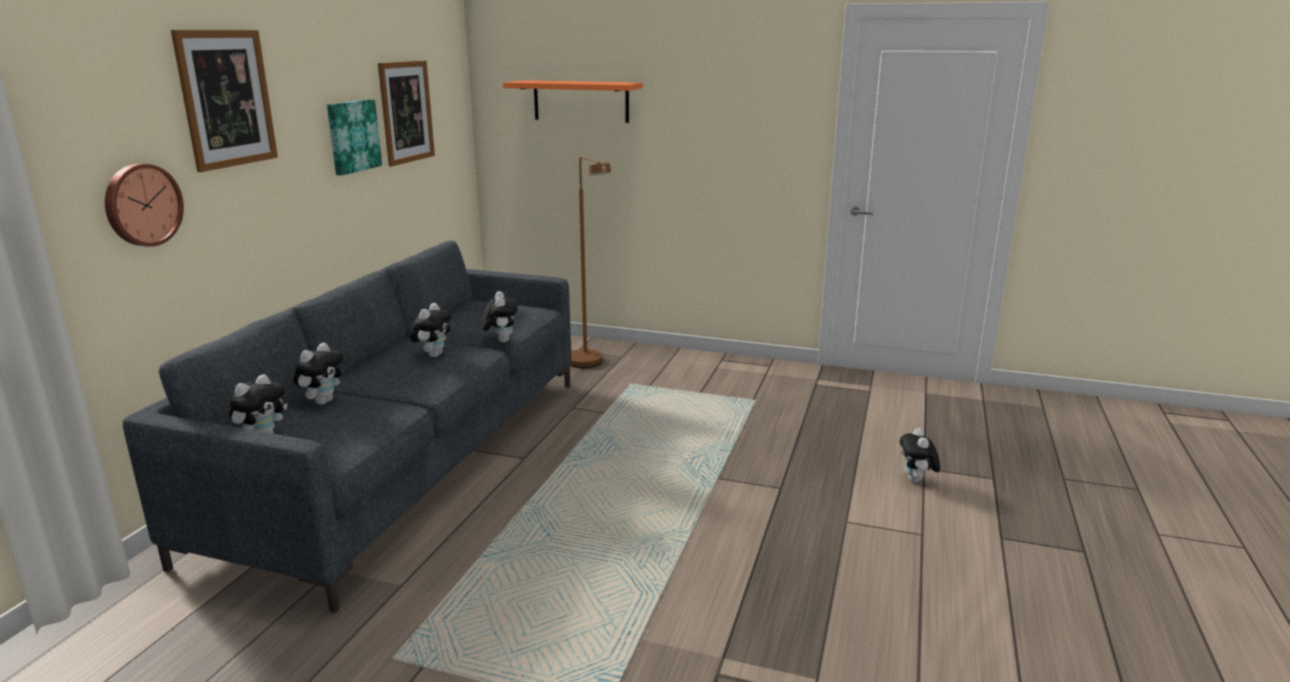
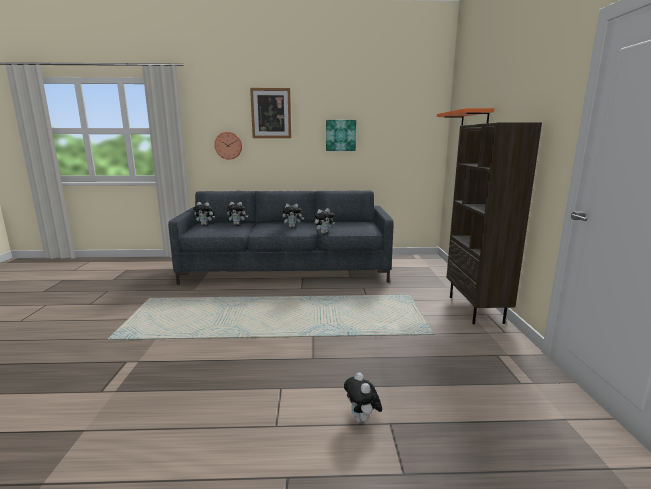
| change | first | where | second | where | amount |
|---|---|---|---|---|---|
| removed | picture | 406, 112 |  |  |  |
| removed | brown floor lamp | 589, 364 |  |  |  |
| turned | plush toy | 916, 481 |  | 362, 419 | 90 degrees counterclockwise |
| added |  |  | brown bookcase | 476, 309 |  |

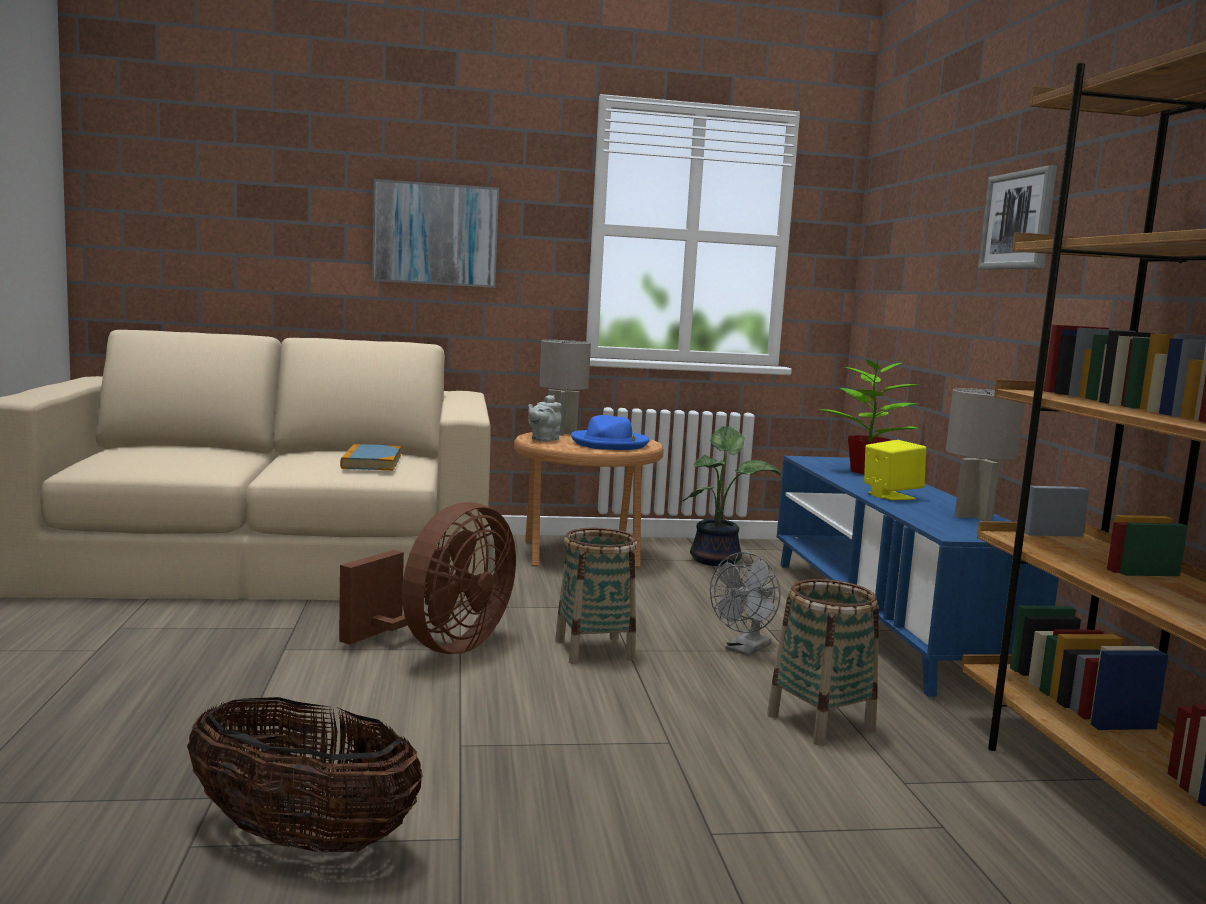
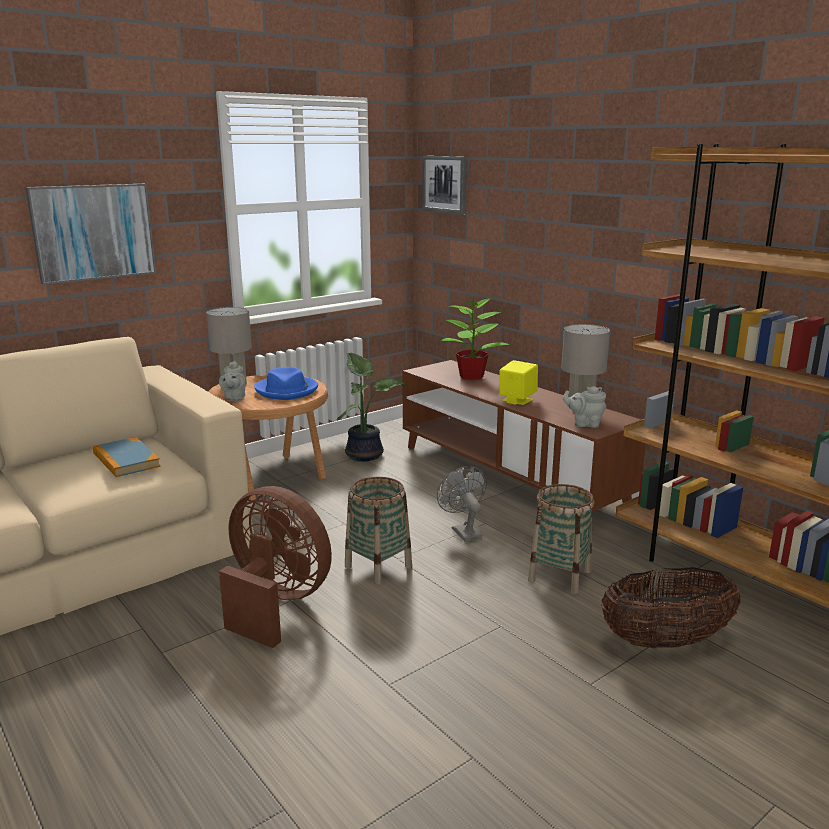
| change | first | where | second | where | amount |
|---|---|---|---|---|---|
| moved | picture | 1018, 221 |  | 445, 184 |  |
| recoloured | blue tv stand | 883, 618 | brown tv stand | 509, 476 |  |
| turned | brown fan | 440, 647 |  | 275, 604 | 60 degrees counterclockwise |
| turned | grey fan | 745, 650 |  | 463, 531 | 150 degrees clockwise |
| moved | basket | 302, 838 |  | 665, 641 |  |
| added |  |  | grey teapot | 585, 424 |  |

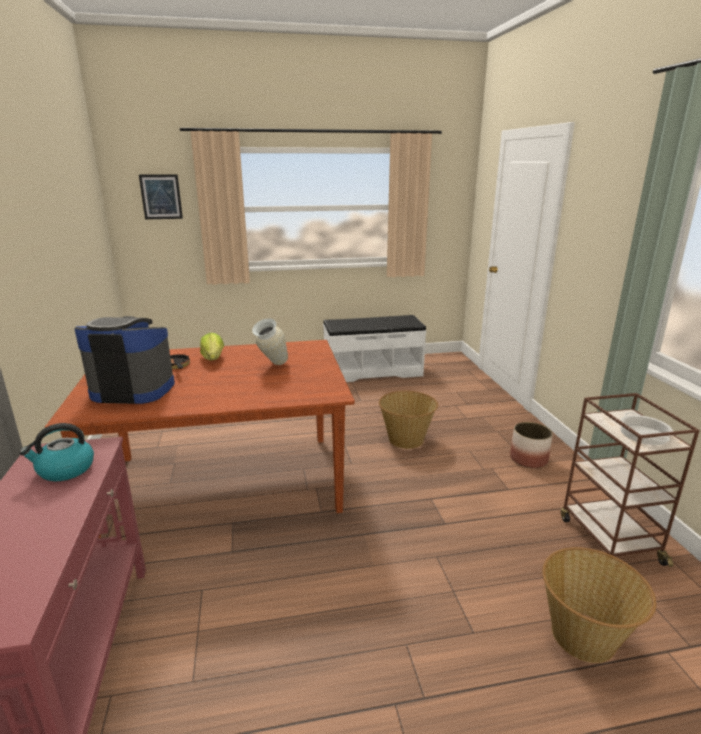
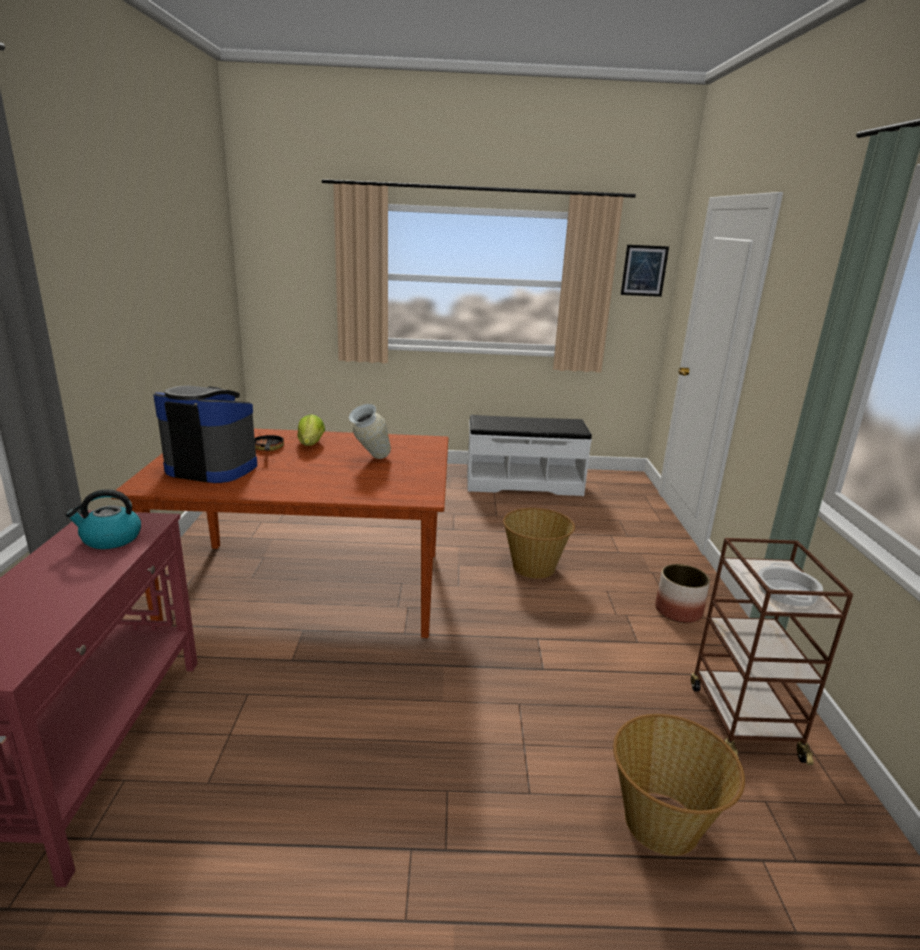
| change | first | where | second | where | amount |
|---|---|---|---|---|---|
| moved | picture | 161, 197 |  | 644, 270 |  |

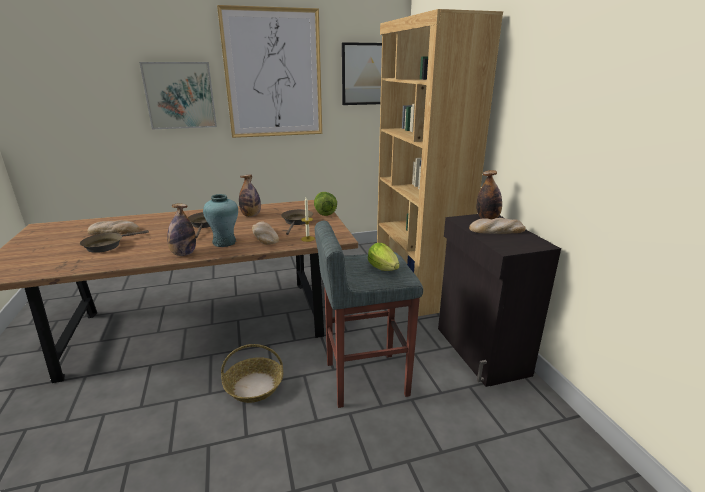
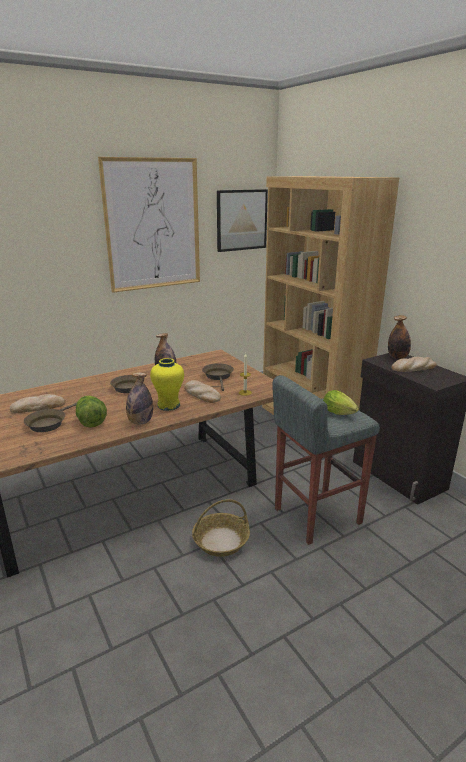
| change | first | where | second | where | amount |
|---|---|---|---|---|---|
| removed | picture | 180, 95 |  |  |  |
| moved | lettuce | 324, 212 |  | 90, 421 |  |
| recoloured | turquoise vase | 224, 242 | yellow vase | 168, 405 |  |

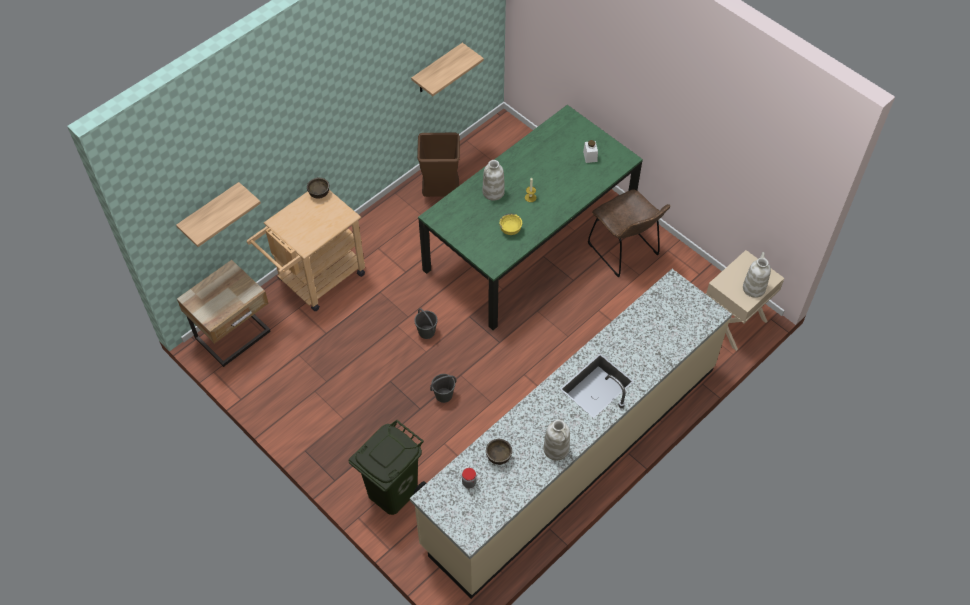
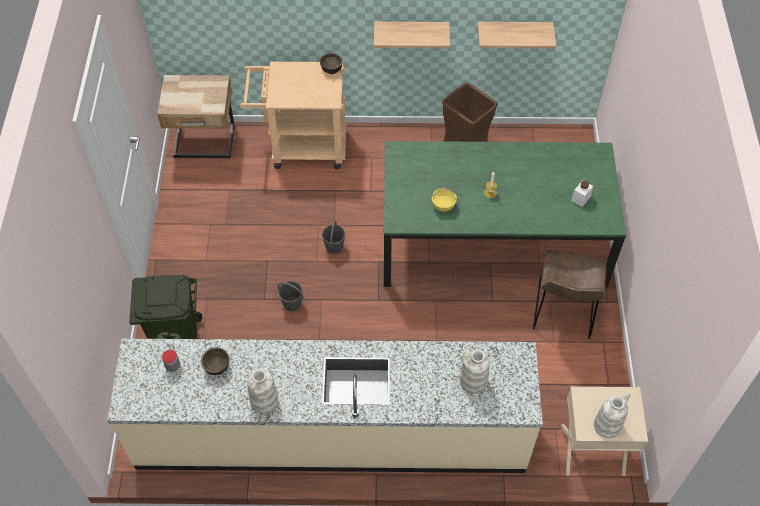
| change | first | where | second | where | amount |
|---|---|---|---|---|---|
| moved | white vase | 493, 192 |  | 473, 381 |  |
| moved | shelf | 210, 212 |  | 411, 32 |  |

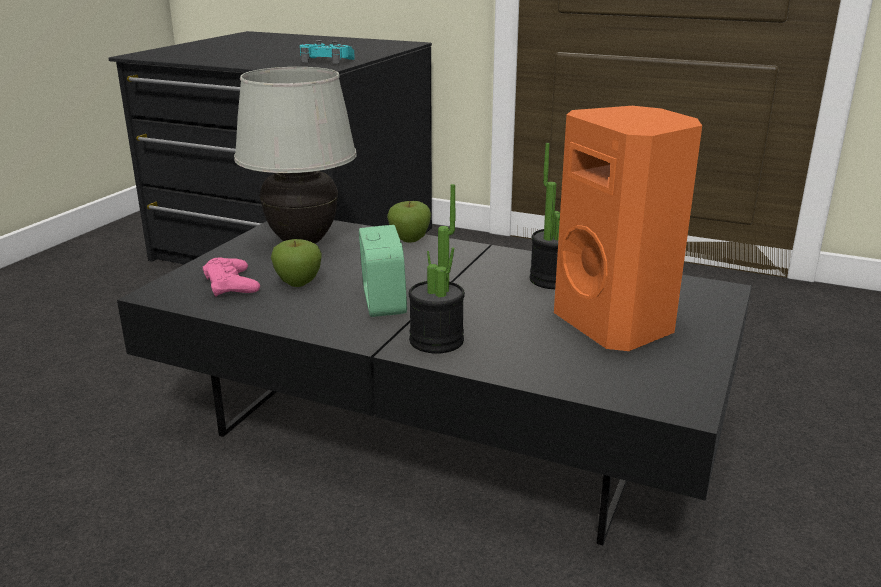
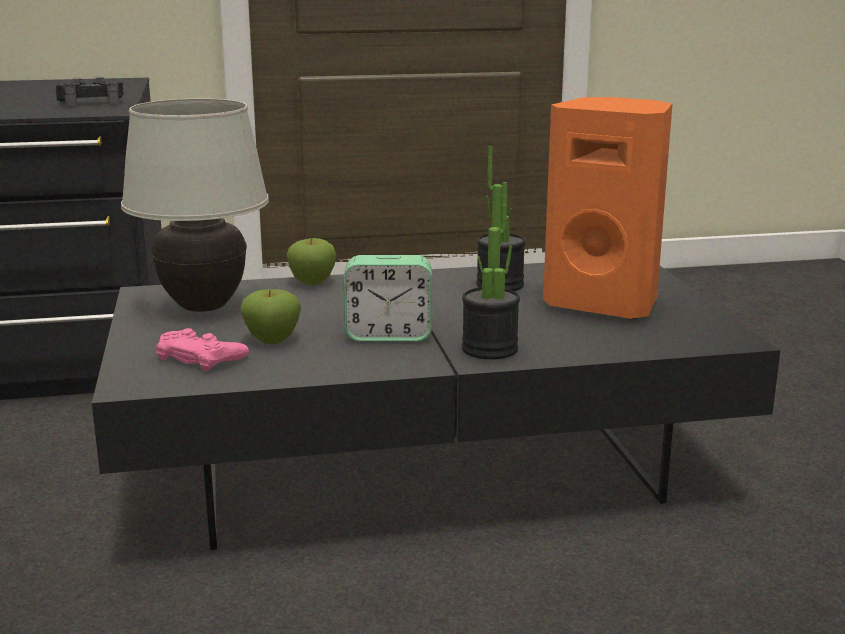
| change | first | where | second | where | amount |
|---|---|---|---|---|---|
| recoloured | turquoise game controller | 326, 61 | black game controller | 91, 103 |  |
| turned | alarm clock | 383, 303 |  | 389, 335 | 135 degrees clockwise |

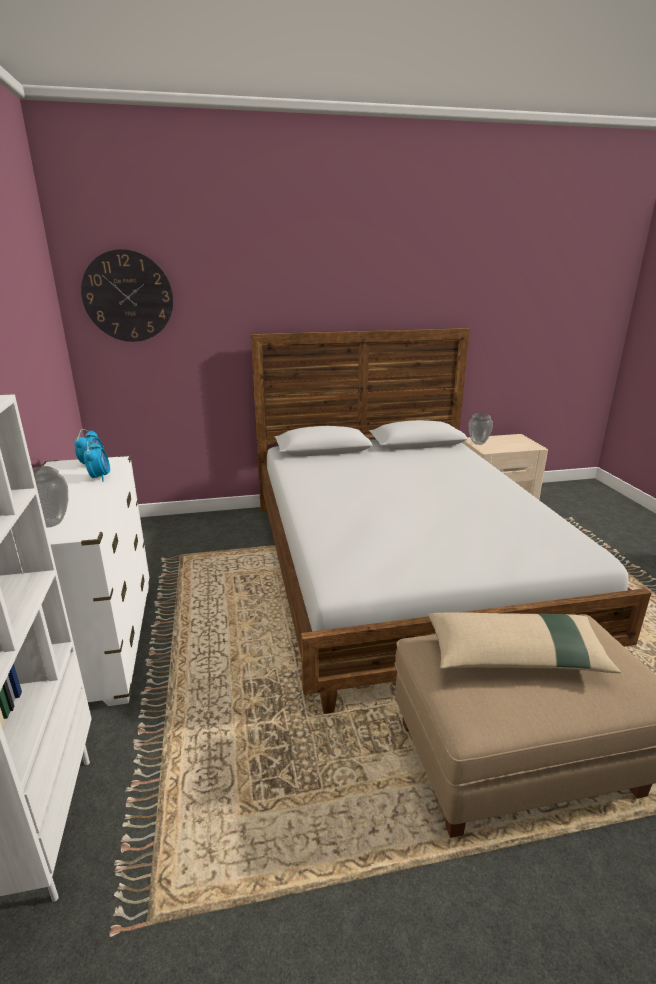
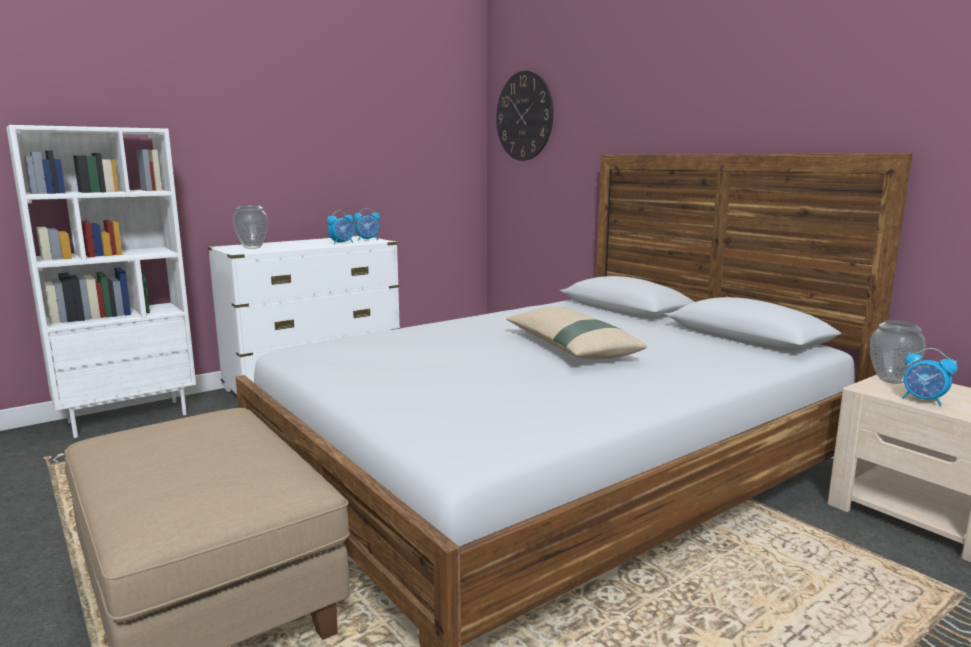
| change | first | where | second | where | amount |
|---|---|---|---|---|---|
| moved | beige pillow | 516, 656 |  | 570, 347 |  |
| added |  |  | alarm clock | 923, 400 |  |

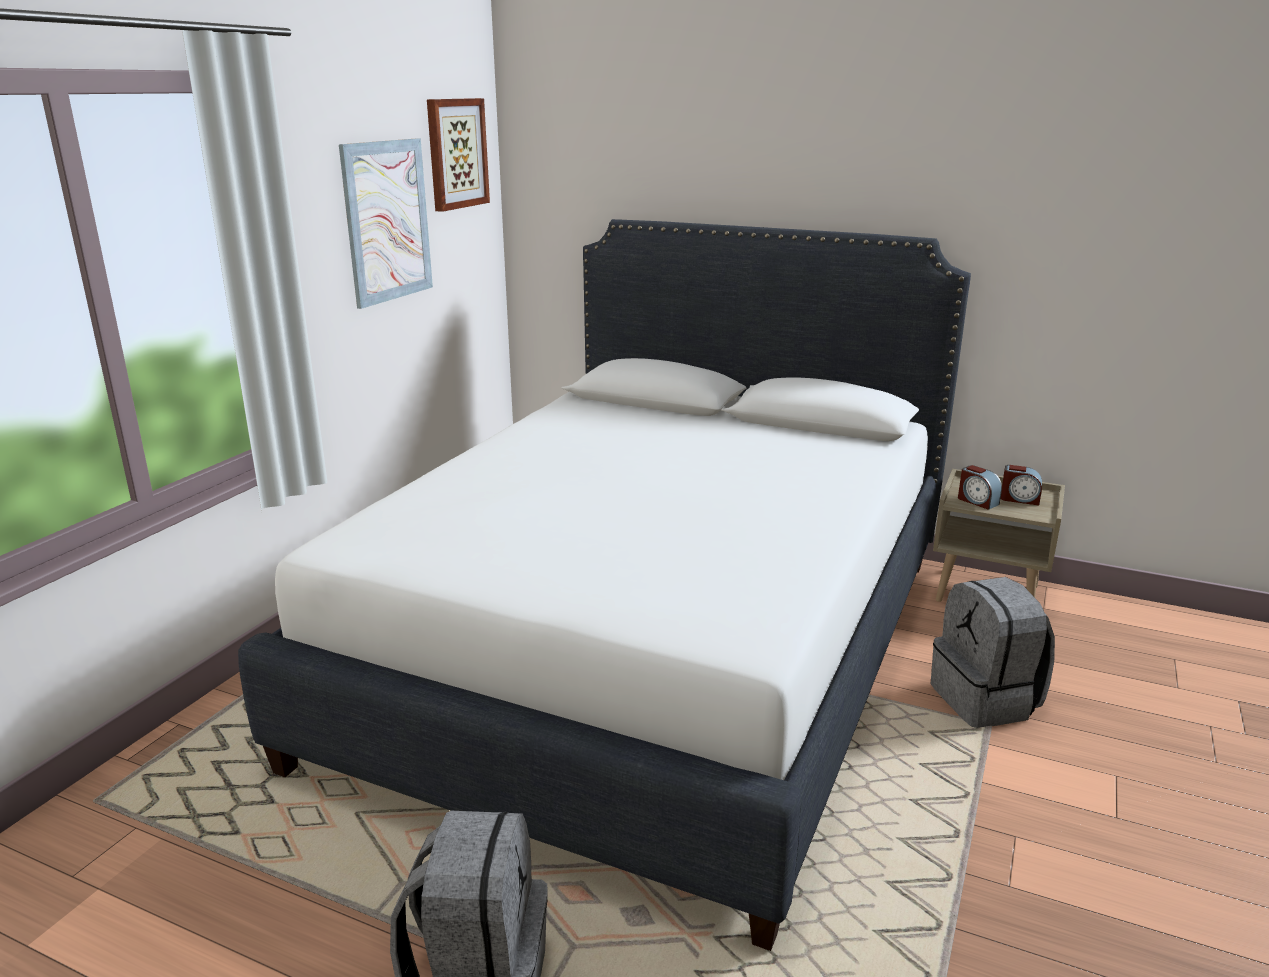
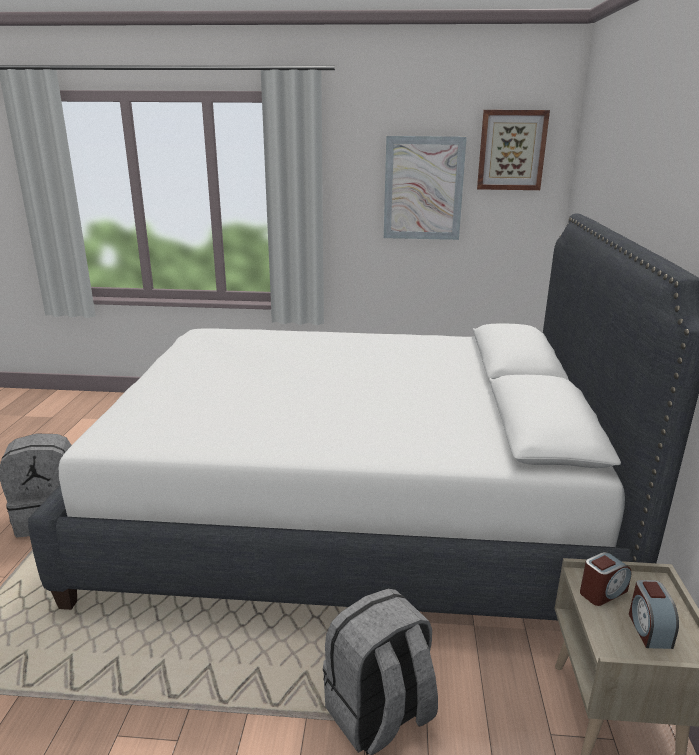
| change | first | where | second | where | amount |
|---|---|---|---|---|---|
| turned | alarm clock | 977, 501 |  | 602, 592 | 150 degrees counterclockwise |

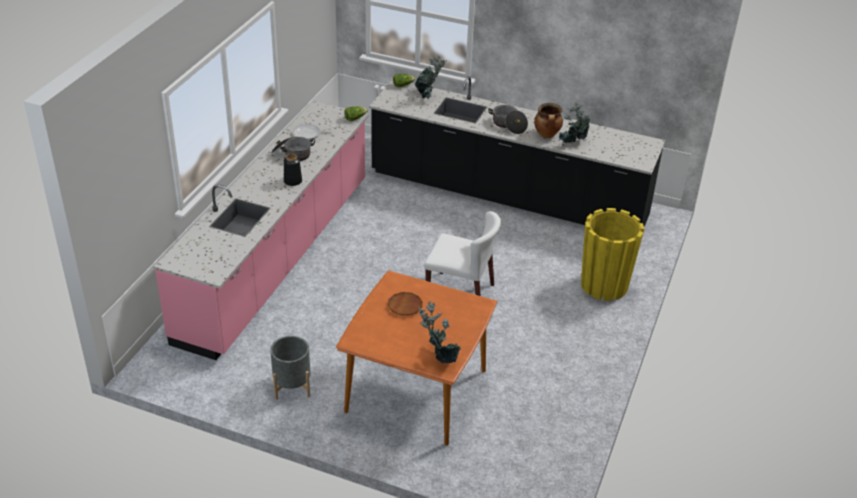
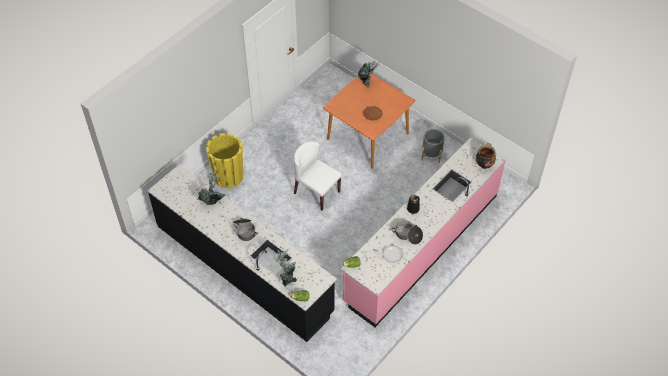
| change | first | where | second | where | amount |
|---|---|---|---|---|---|
| moved | cooking pot | 547, 135 |  | 484, 164 |  |

